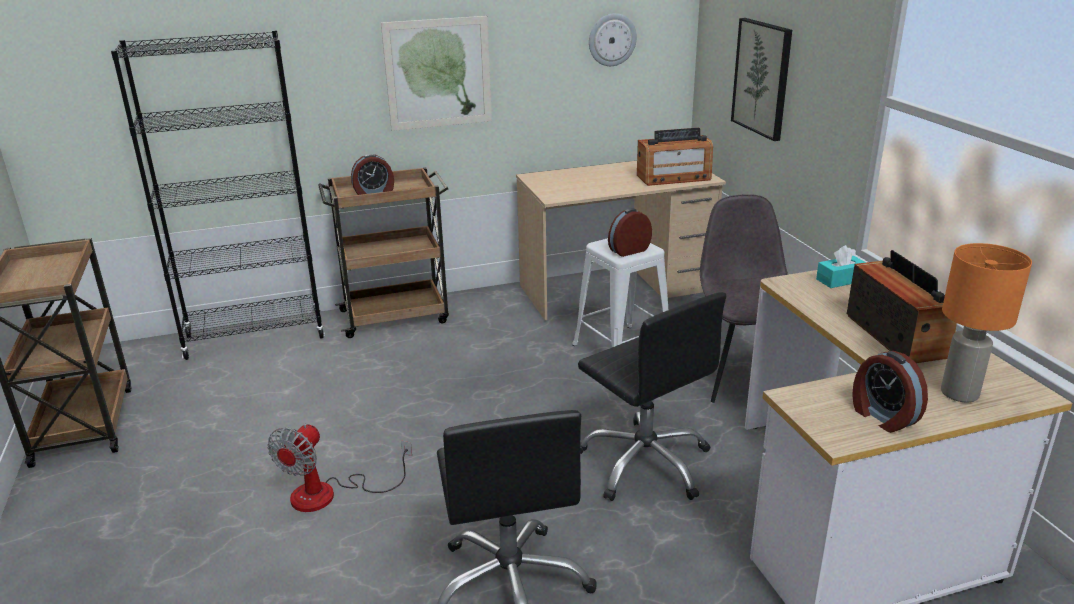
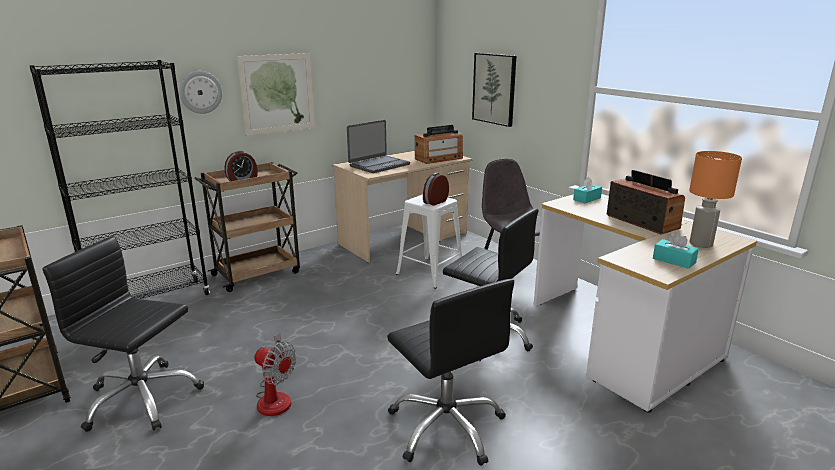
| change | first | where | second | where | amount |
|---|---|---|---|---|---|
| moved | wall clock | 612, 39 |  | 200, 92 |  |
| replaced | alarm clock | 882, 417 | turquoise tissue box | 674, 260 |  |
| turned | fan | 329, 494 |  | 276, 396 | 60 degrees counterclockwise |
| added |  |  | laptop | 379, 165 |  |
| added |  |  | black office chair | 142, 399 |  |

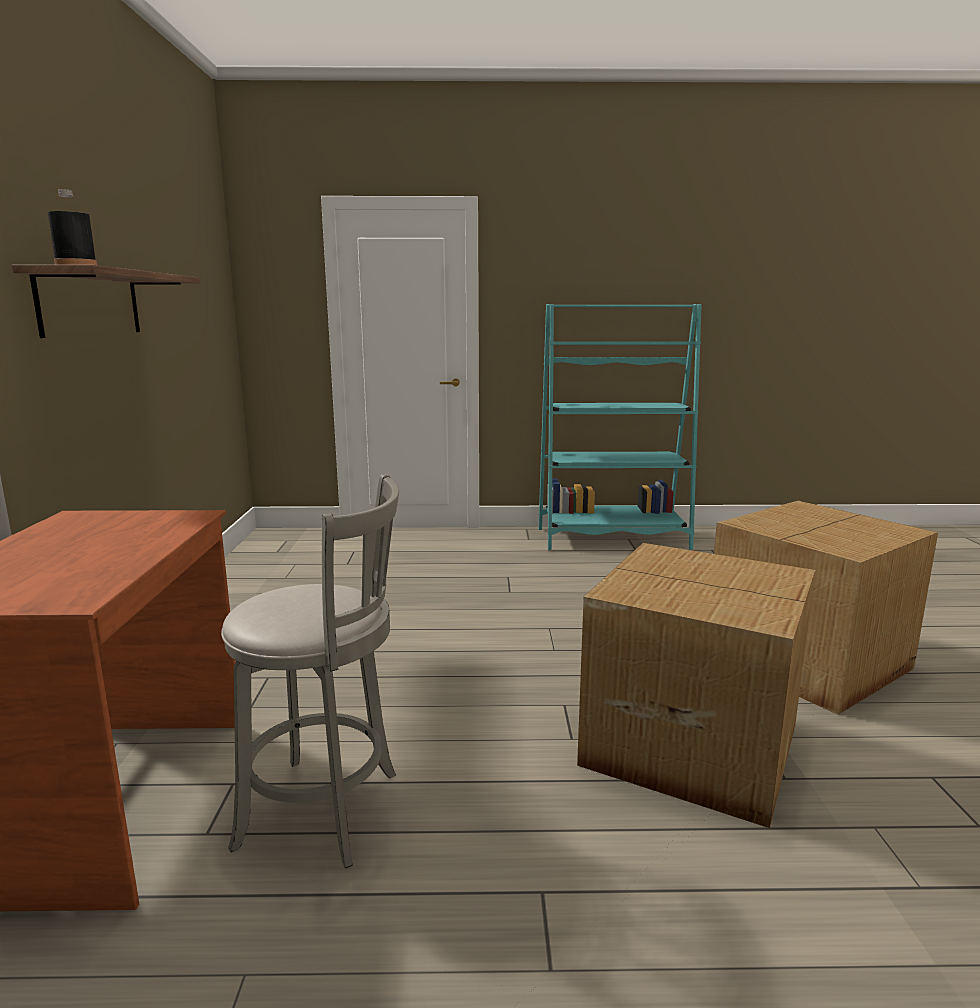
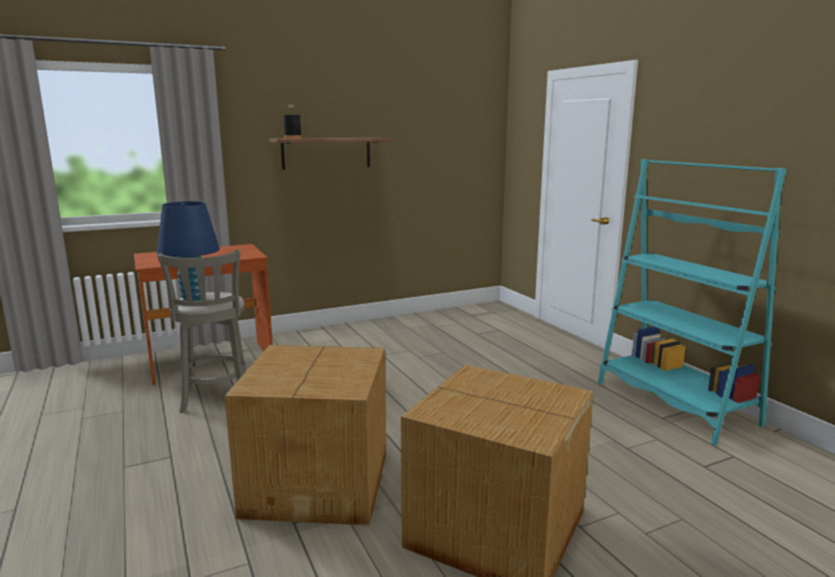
| change | first | where | second | where | amount |
|---|---|---|---|---|---|
| added |  |  | blue table lamp | 193, 298 |  |

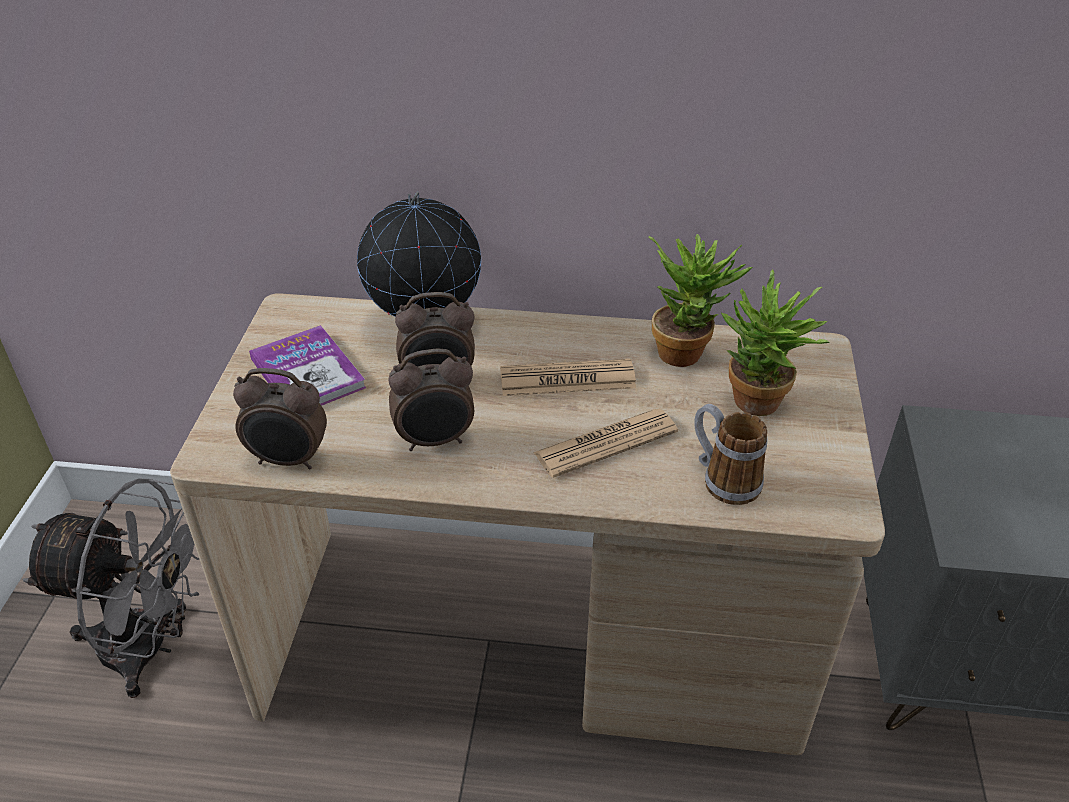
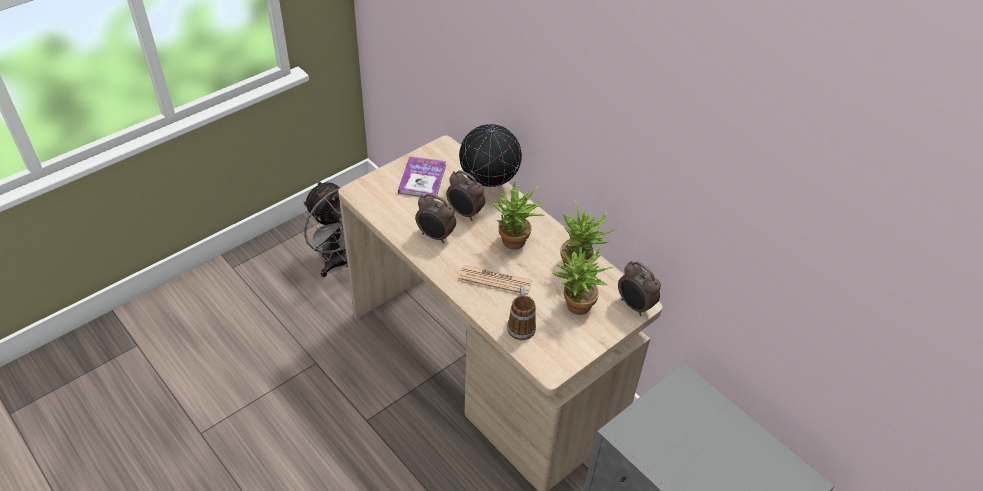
| change | first | where | second | where | amount |
|---|---|---|---|---|---|
| replaced | newspaper | 567, 379 | potted plant | 514, 245 |  |
| moved | alarm clock | 289, 460 |  | 634, 306 |  |

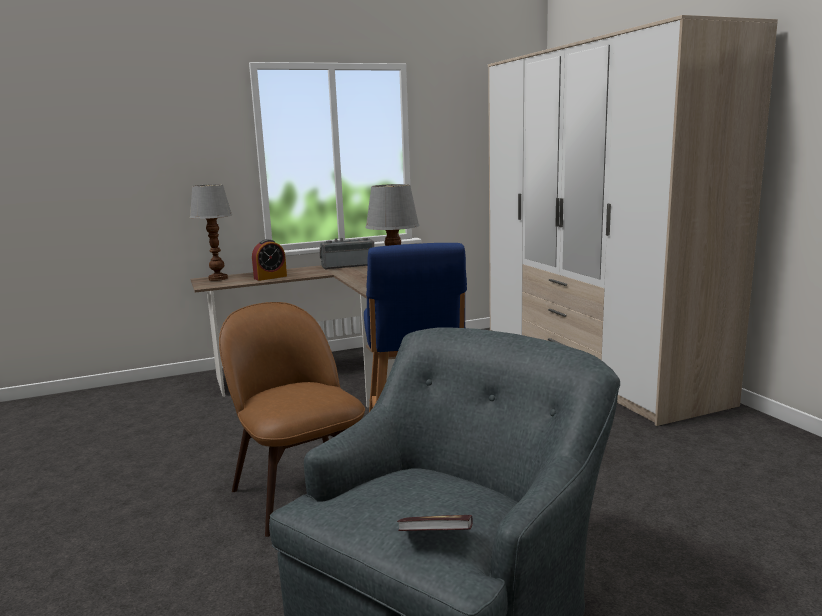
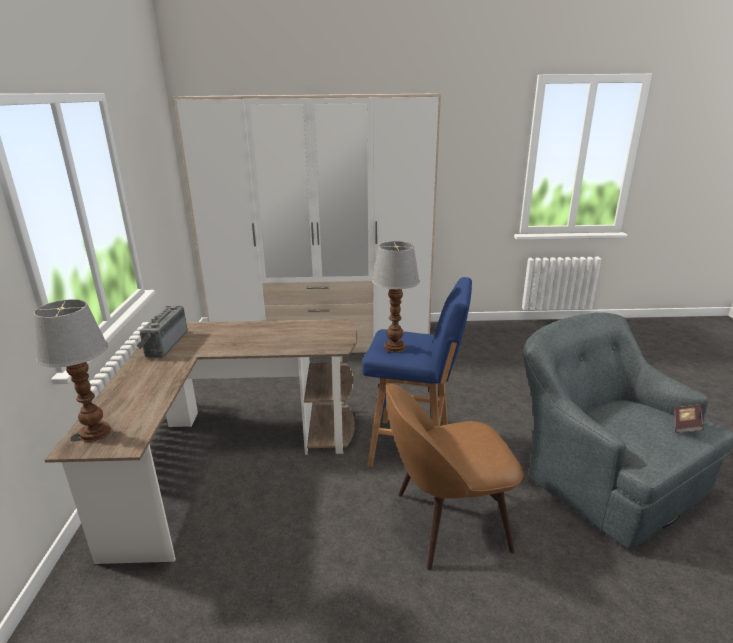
| change | first | where | second | where | amount |
|---|---|---|---|---|---|
| removed | alarm clock | 270, 277 |  |  |  |

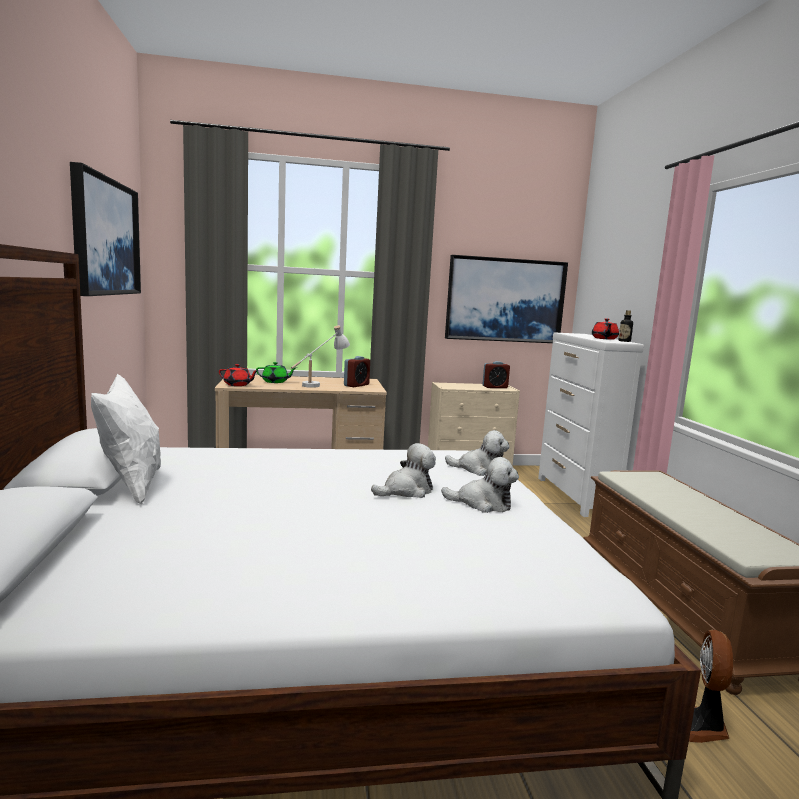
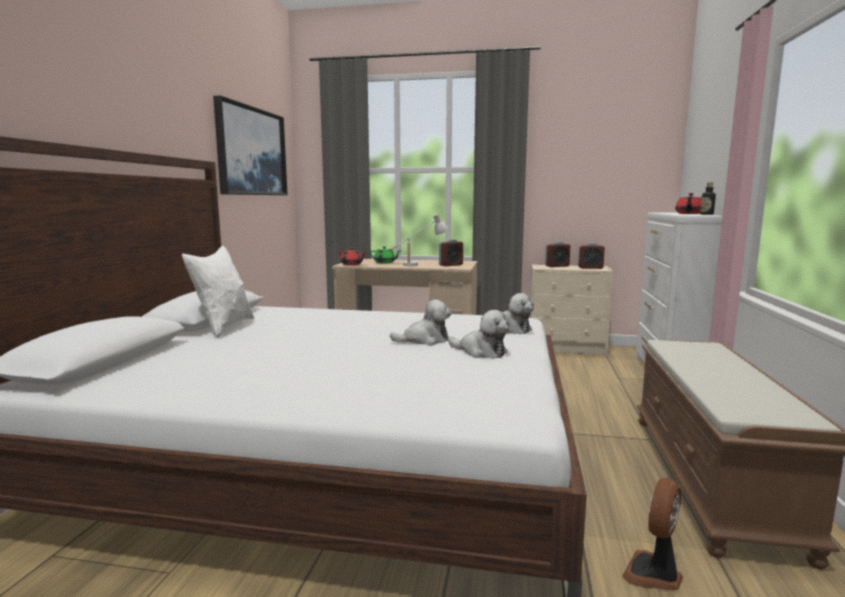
| change | first | where | second | where | amount |
|---|---|---|---|---|---|
| removed | picture | 505, 300 |  |  |  |
| added |  |  | alarm clock | 557, 266 |  |

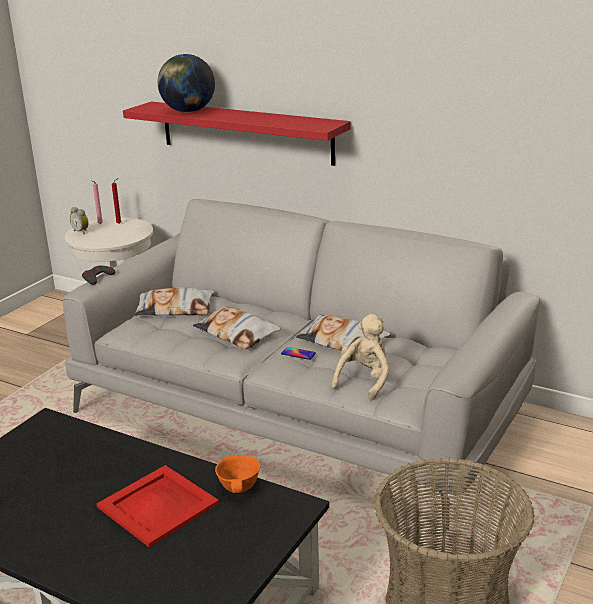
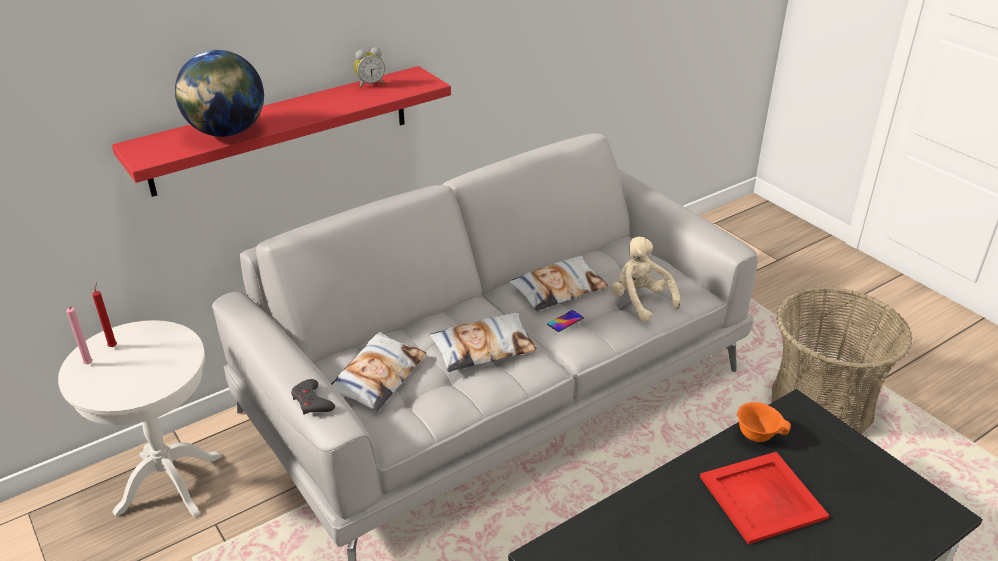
| change | first | where | second | where | amount |
|---|---|---|---|---|---|
| moved | alarm clock | 81, 232 |  | 370, 84 |  |

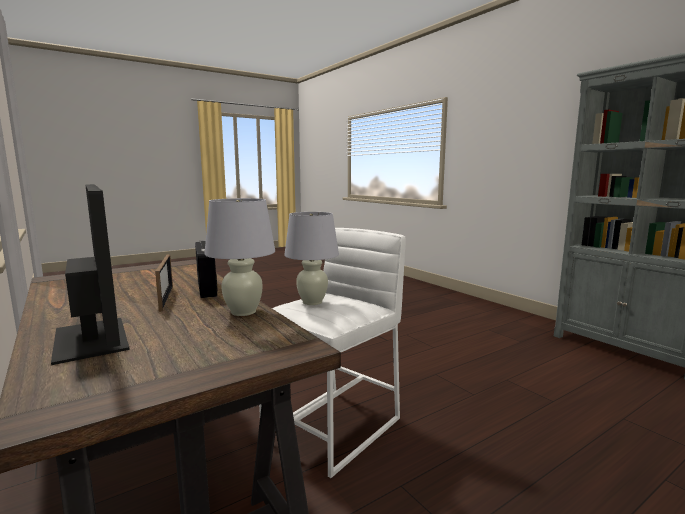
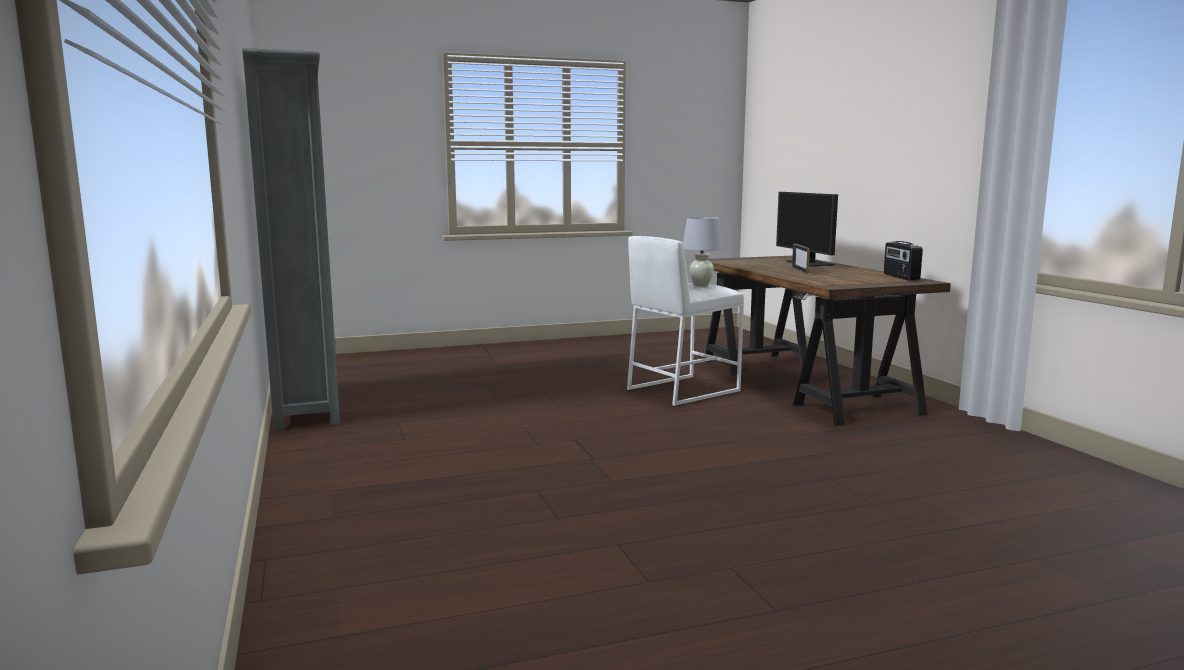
| change | first | where | second | where | amount |
|---|---|---|---|---|---|
| removed | white table lamp | 243, 312 |  |  |  |
| moved | radio | 207, 288 |  | 900, 277 |  |

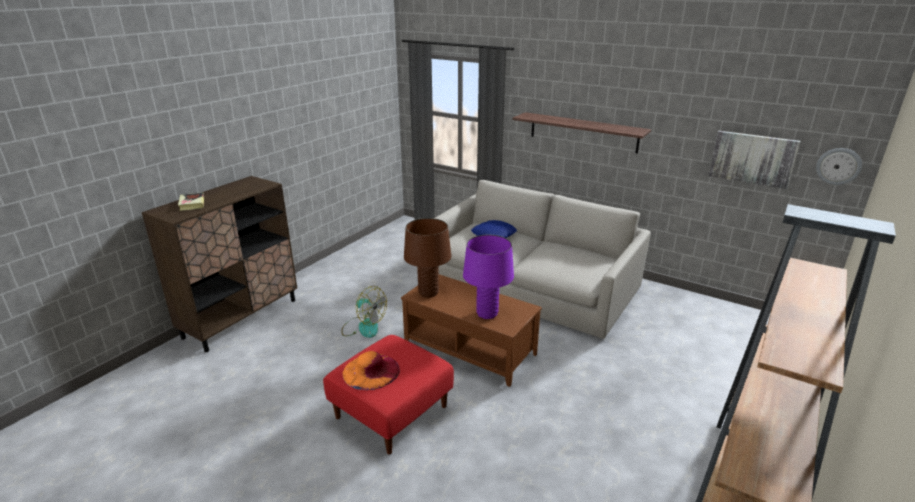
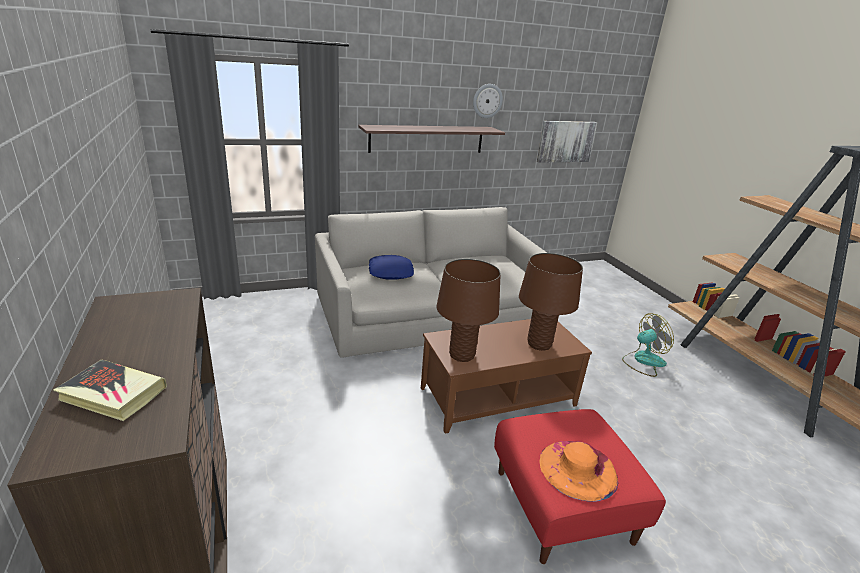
| change | first | where | second | where | amount |
|---|---|---|---|---|---|
| moved | wall clock | 838, 166 |  | 487, 101 |  |
| recoloured | purple table lamp | 487, 314 | brown table lamp | 539, 344 |  |
| moved | fan | 363, 327 |  | 643, 361 |  |

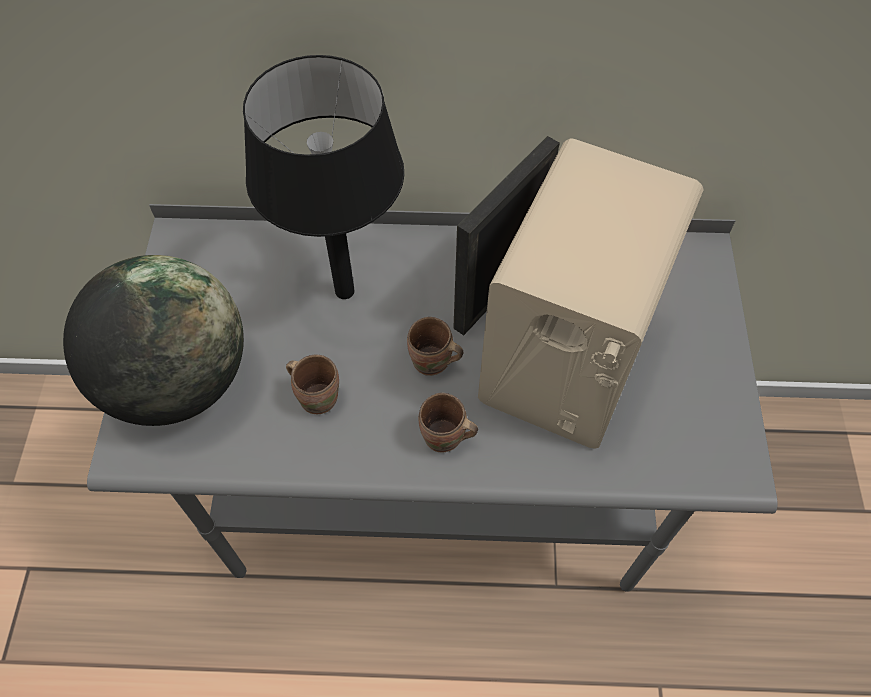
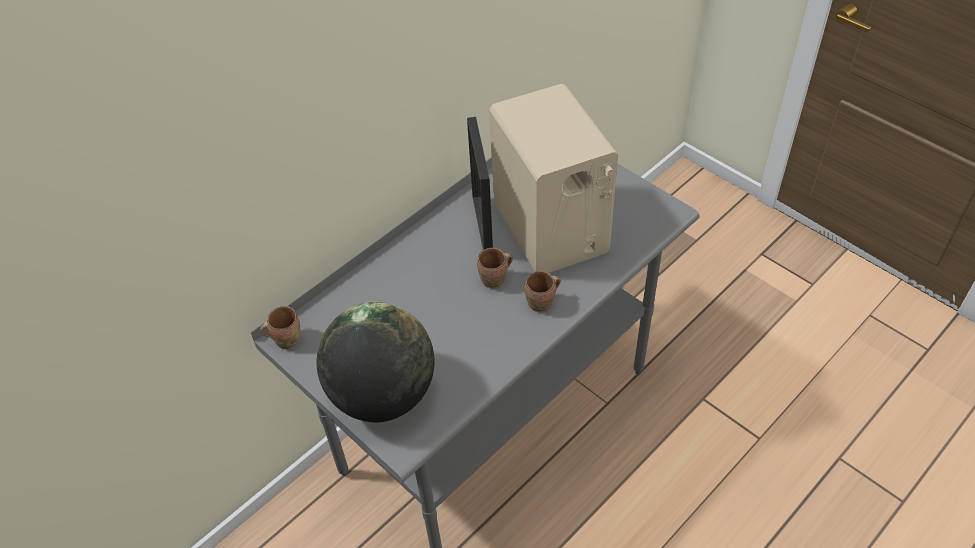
| change | first | where | second | where | amount |
|---|---|---|---|---|---|
| removed | black table lamp | 343, 291 |  |  |  |
| moved | brown mug | 318, 396 |  | 286, 339 |  |

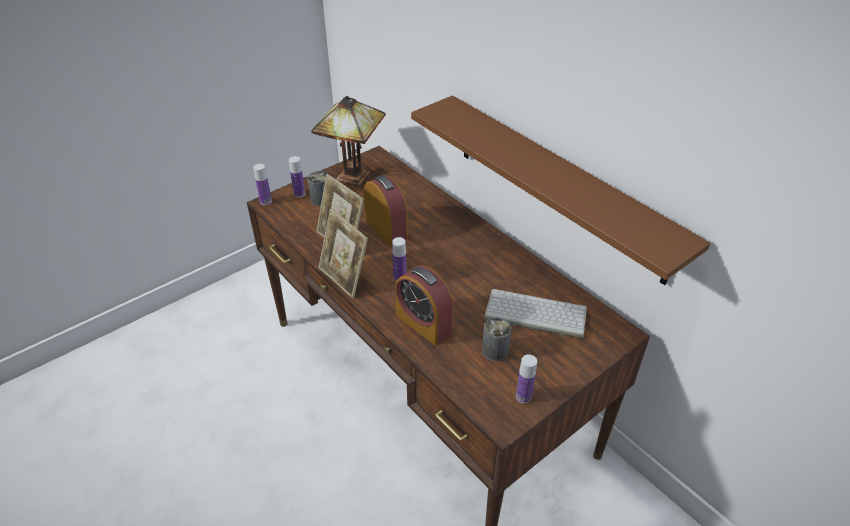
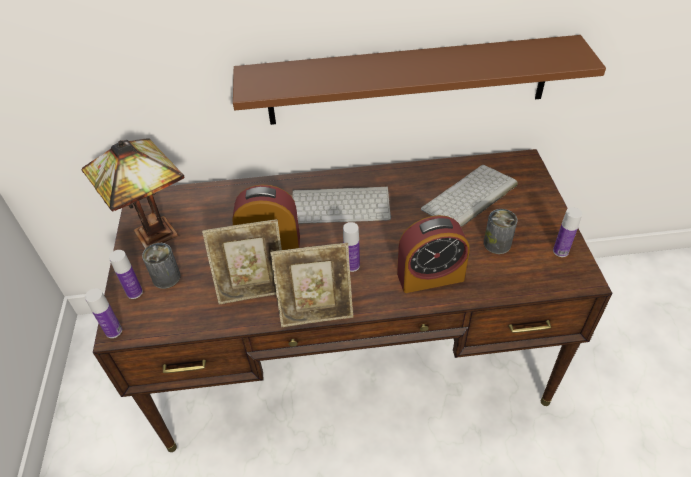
| change | first | where | second | where | amount |
|---|---|---|---|---|---|
| added |  |  | keyboard | 342, 205 |  |

